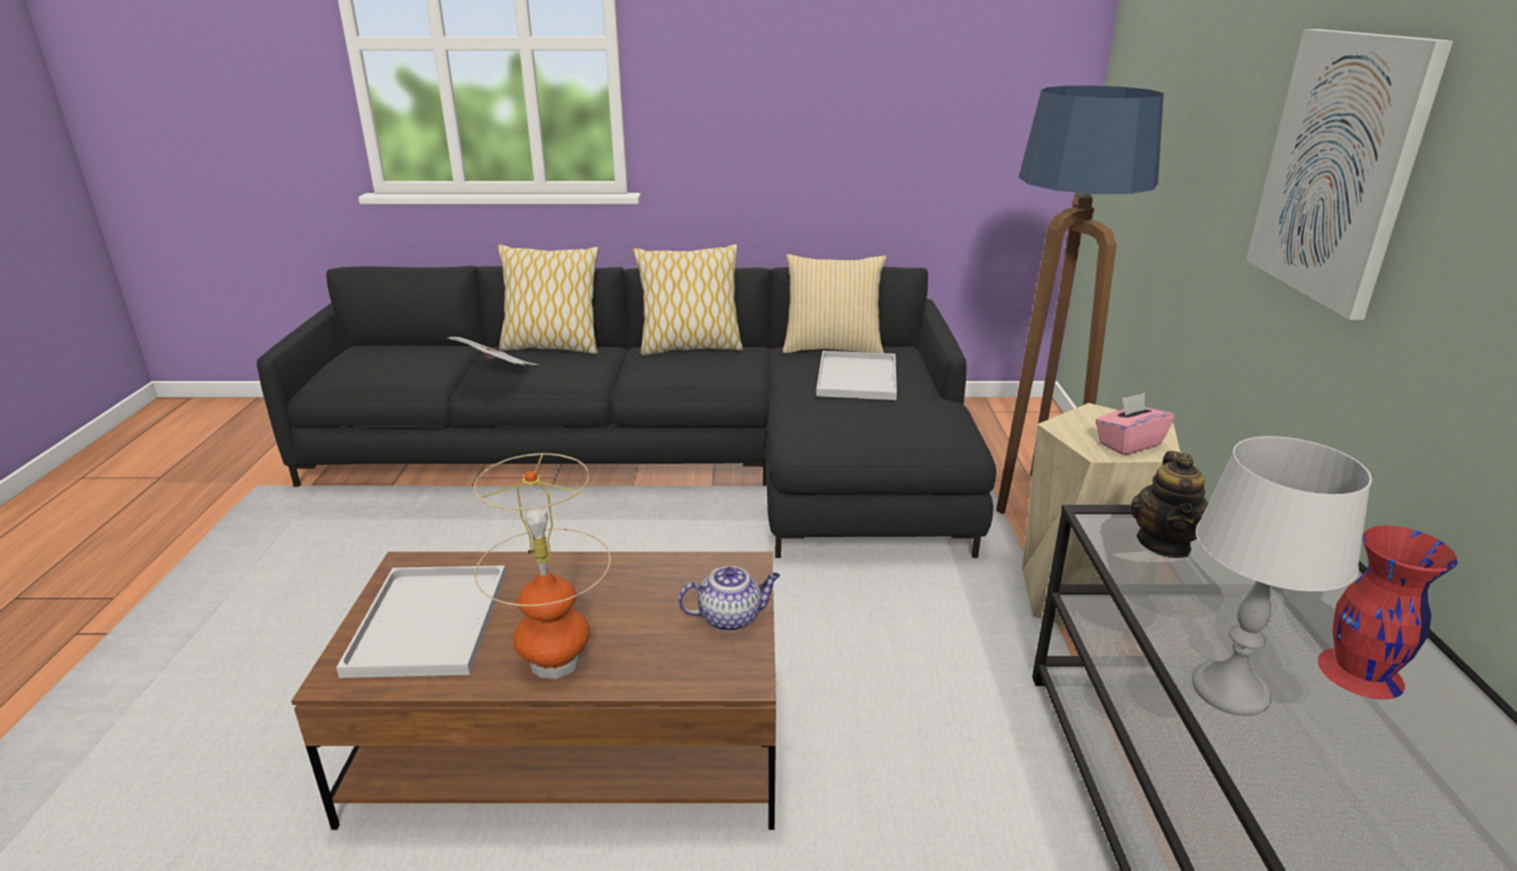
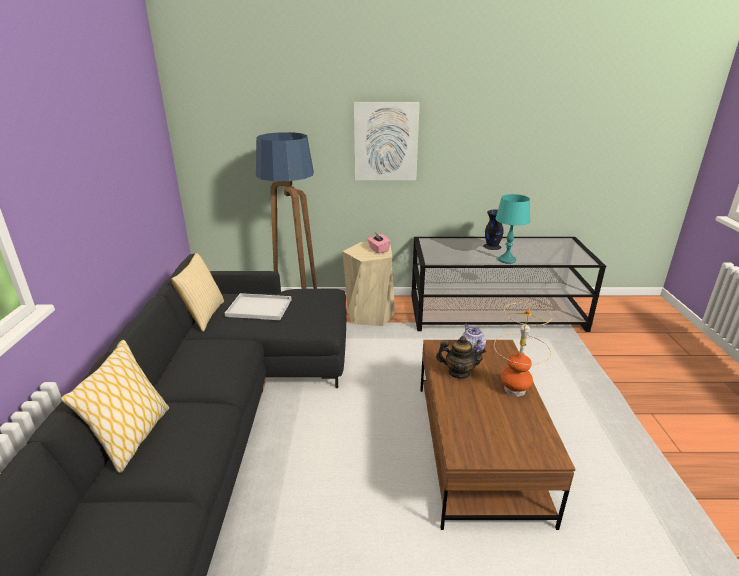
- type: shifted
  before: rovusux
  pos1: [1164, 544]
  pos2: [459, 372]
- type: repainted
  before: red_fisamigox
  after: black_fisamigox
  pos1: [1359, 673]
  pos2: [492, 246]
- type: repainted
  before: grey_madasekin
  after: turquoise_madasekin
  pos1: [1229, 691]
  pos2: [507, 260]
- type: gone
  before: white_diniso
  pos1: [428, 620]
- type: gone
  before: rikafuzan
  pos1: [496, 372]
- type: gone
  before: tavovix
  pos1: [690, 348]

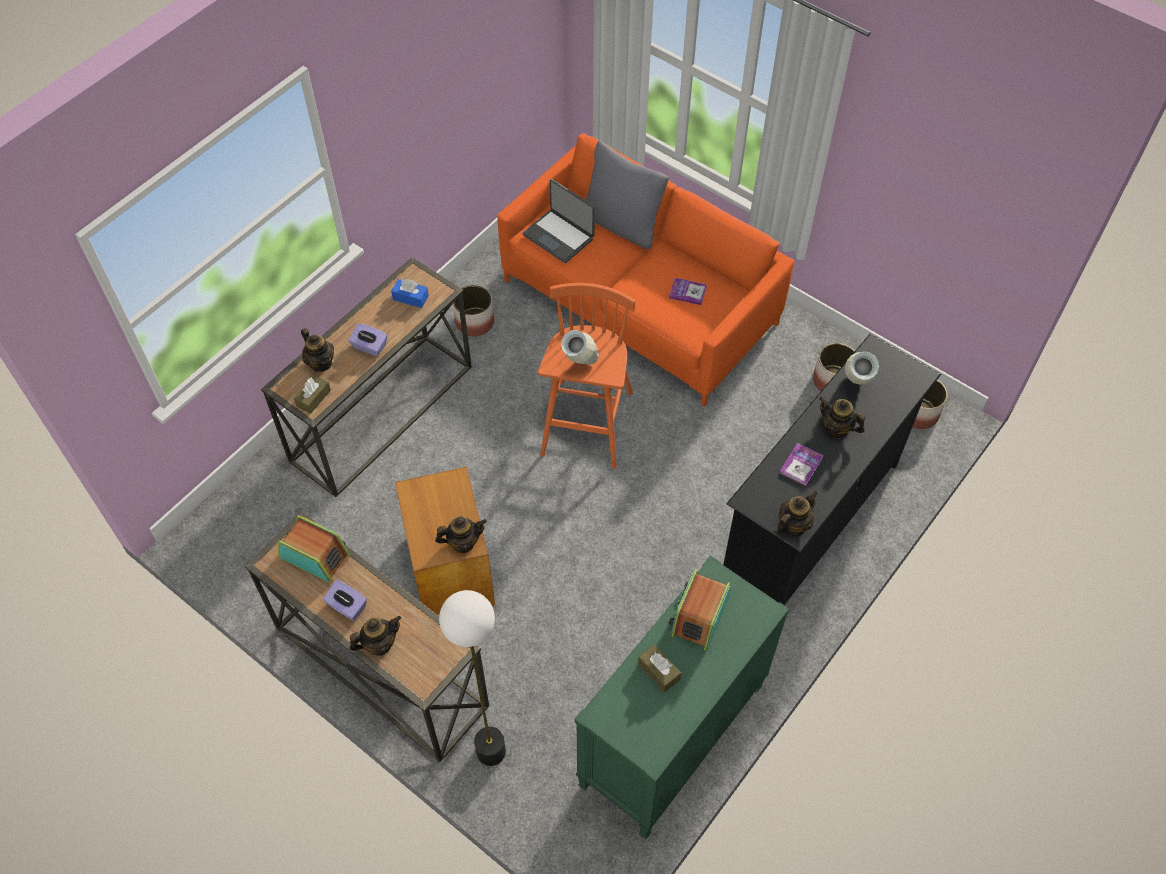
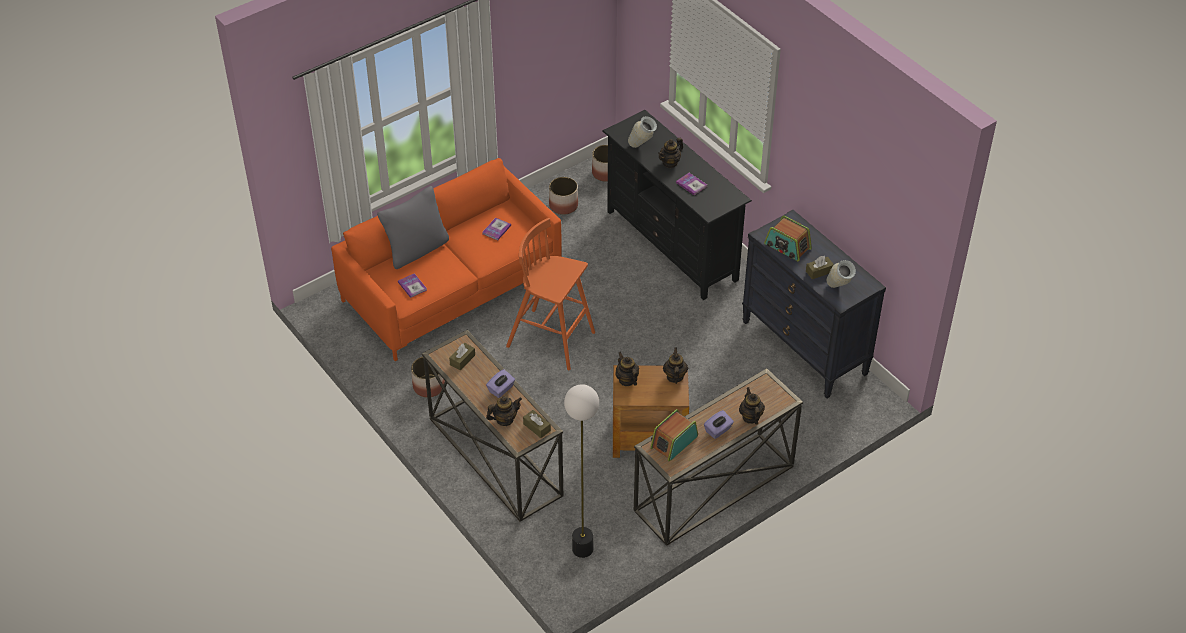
- type: swapped
  before: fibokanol
  after: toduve
  pos1: [559, 236]
  pos2: [412, 286]
- type: repainted
  before: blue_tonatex
  after: brown_tonatex
  pos1: [410, 298]
  pos2: [462, 360]
- type: shifted
  before: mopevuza
  pos1: [491, 751]
  pos2: [582, 548]
- type: shifted
  before: rovusux
  pos1: [792, 525]
  pos2: [627, 380]
- type: repainted
  before: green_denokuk
  after: black_denokuk
  pos1: [671, 738]
  pos2: [805, 348]
- type: shifted
  before: fisamigox
  pos1: [579, 366]
  pos2: [838, 290]

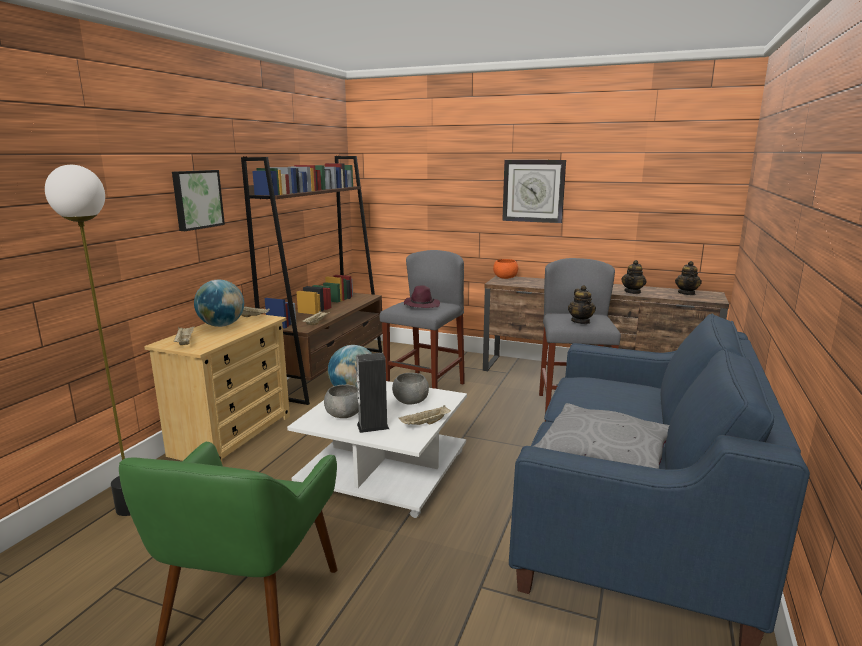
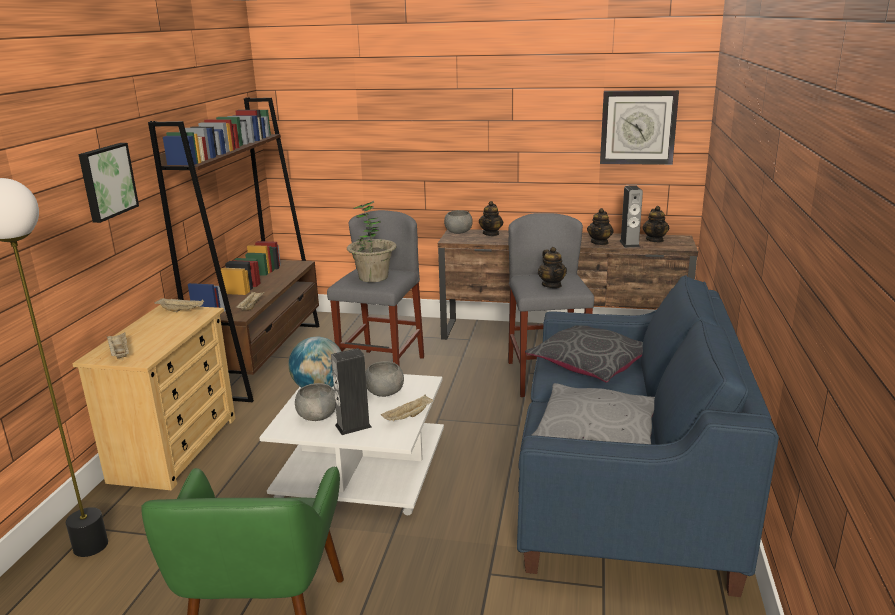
- type: swapped
  before: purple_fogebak
  after: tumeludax
  pos1: [421, 305]
  pos2: [373, 277]
- type: repainted
  before: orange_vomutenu
  after: grey_vomutenu
  pos1: [505, 277]
  pos2: [458, 232]
- type: new
  after: rovusux
  pos2: [491, 234]
- type: new
  after: grey_tavovix
  pos2: [591, 363]
- type: shifted
  before: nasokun
  pos1: [533, 191]
  pos2: [638, 127]
- type: new
  after: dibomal
  pos2: [629, 244]
- type: gone
  before: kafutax
  pos1: [222, 325]

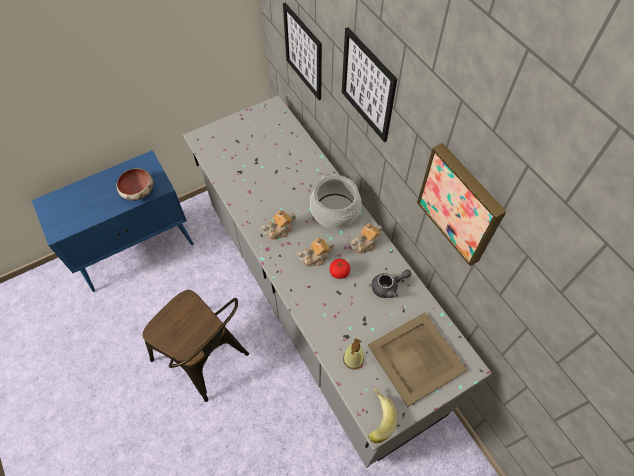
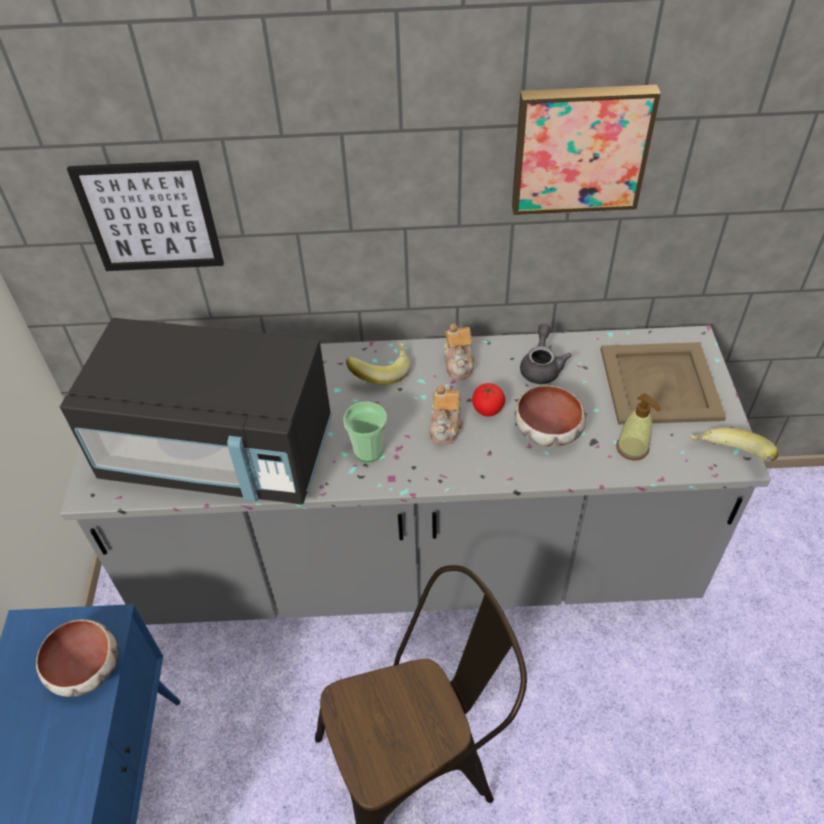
- type: new
  after: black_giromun
  pos2: [220, 454]
- type: swapped
  before: rovusux
  after: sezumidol
  pos1: [279, 230]
  pos2: [368, 451]
- type: swapped
  before: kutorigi
  after: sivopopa
  pos1: [335, 211]
  pos2: [381, 372]
- type: new
  after: vomutenu
  pos2: [549, 431]
- type: gone
  before: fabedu
  pos1: [368, 85]

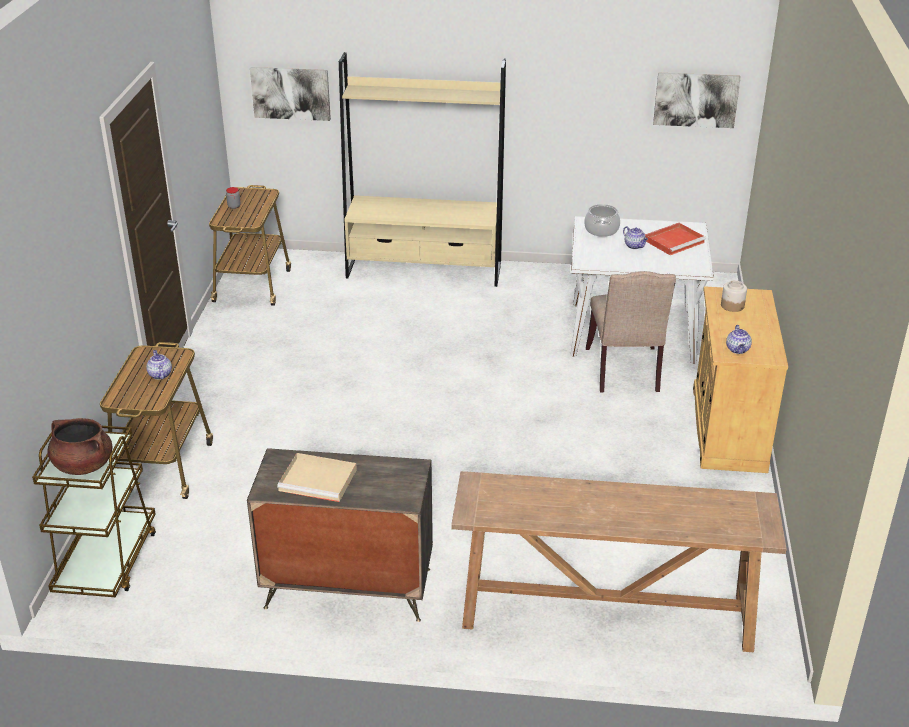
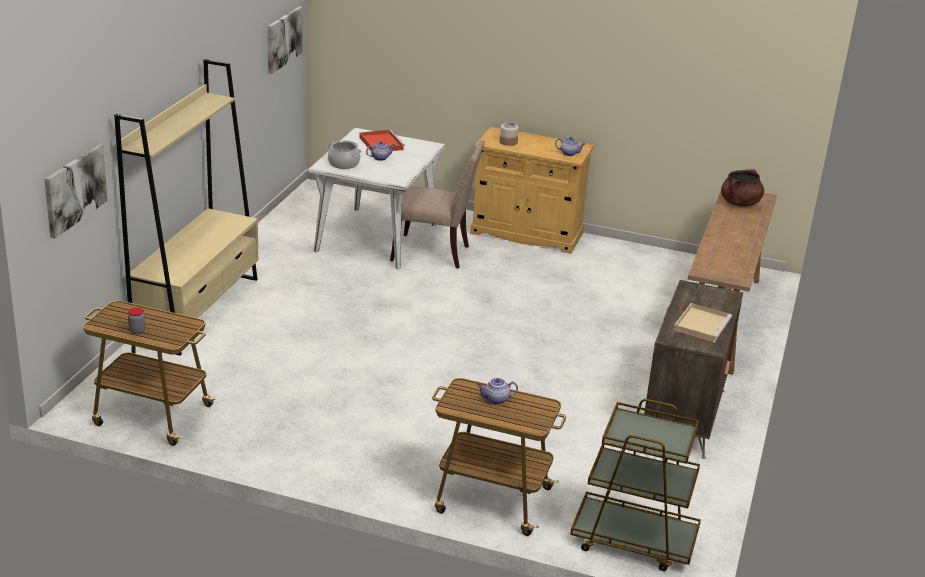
- type: shifted
  before: brown_kutorigi
  pos1: [83, 465]
  pos2: [740, 203]

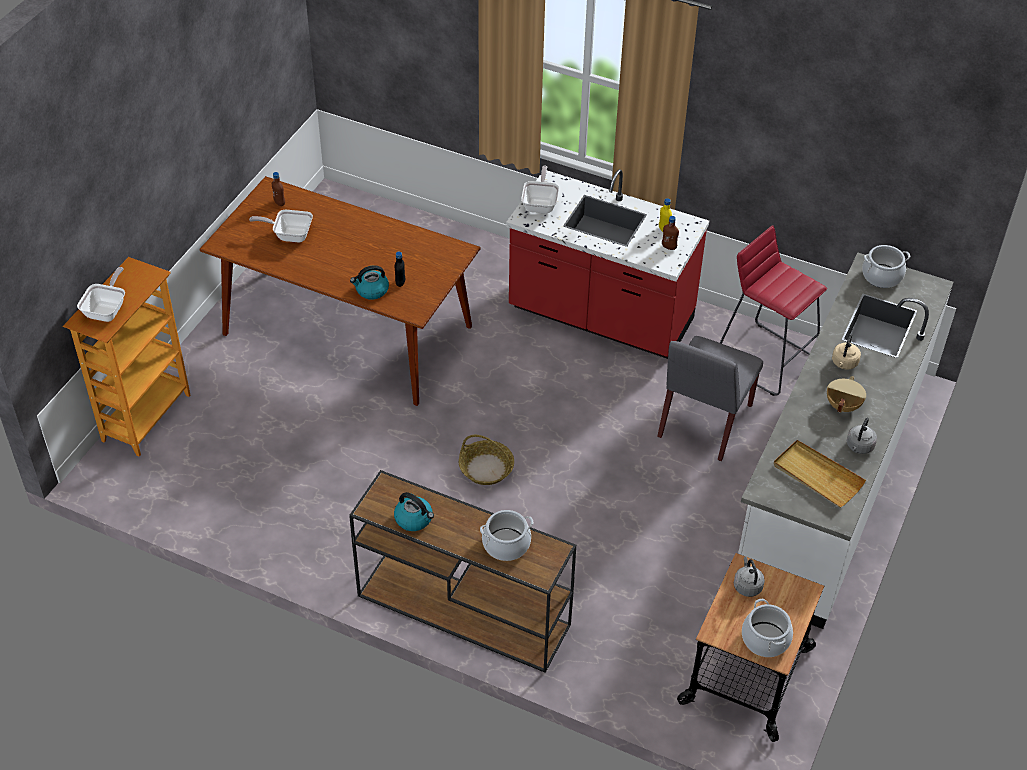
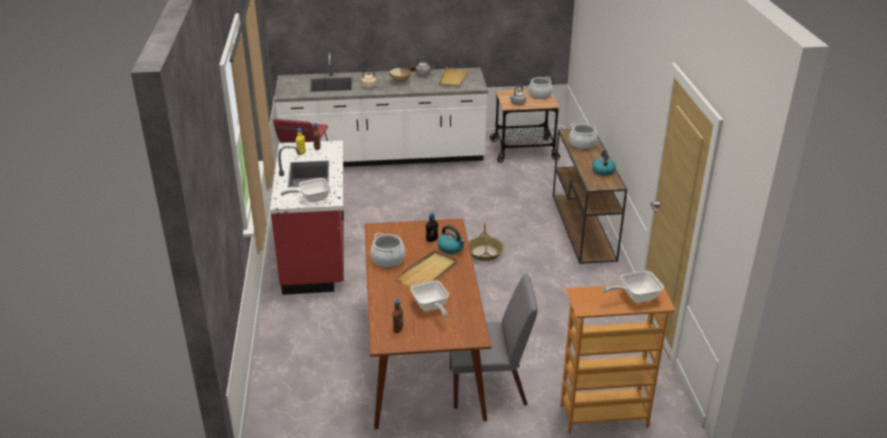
- type: shifted
  before: kutorigi
  pos1: [881, 276]
  pos2: [388, 260]
- type: new
  after: beige_diniso
  pos2: [428, 272]
- type: shifted
  before: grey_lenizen
  pos1: [704, 422]
  pos2: [489, 386]

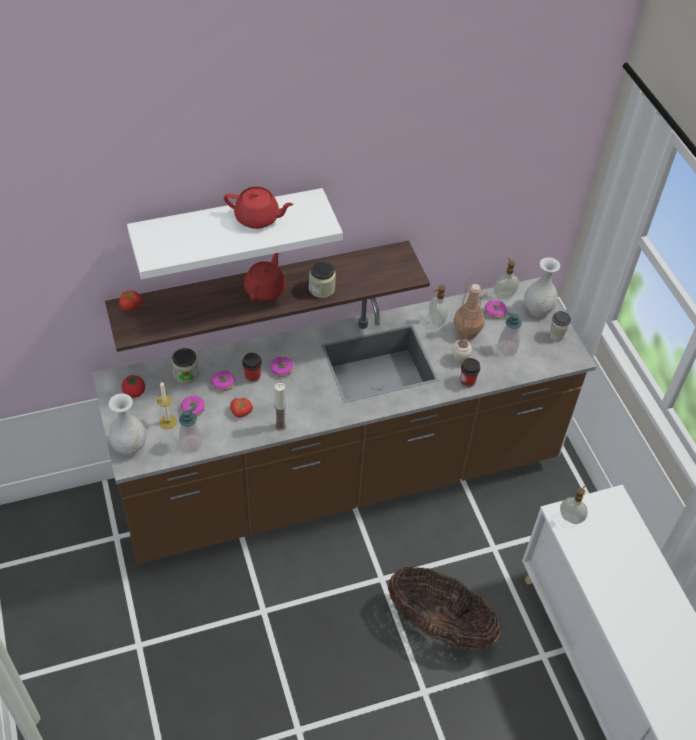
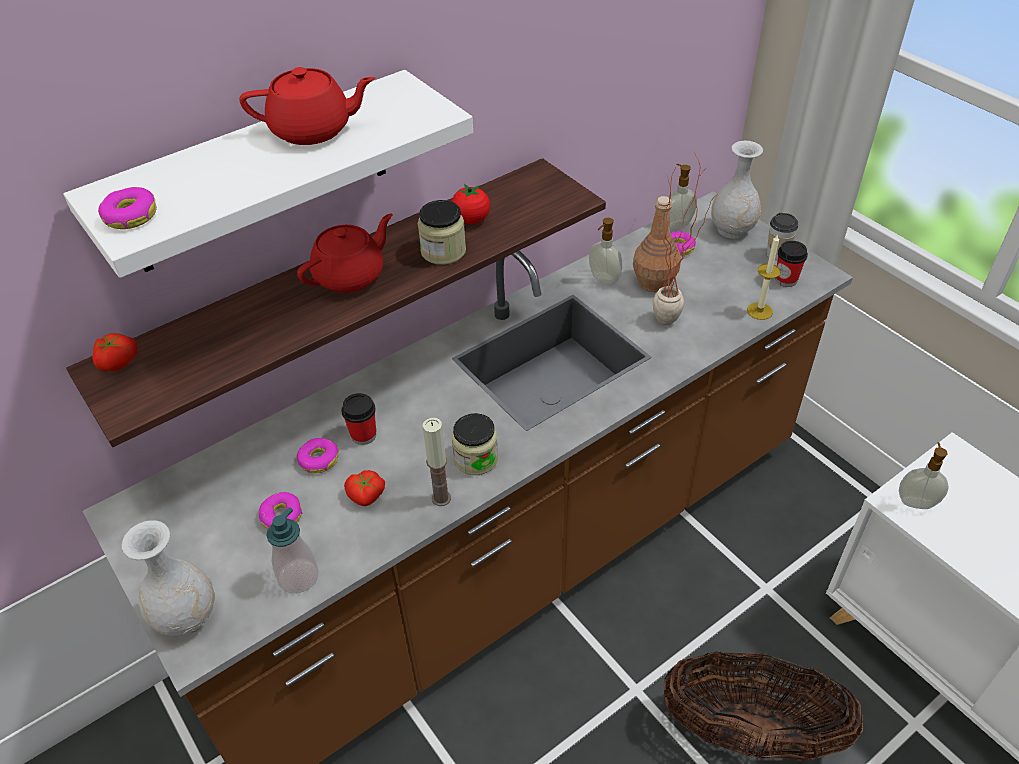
- type: shifted
  before: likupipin
  pos1: [281, 369]
  pos2: [130, 216]
- type: rotated
  before: red_rovusux
  pos1: [265, 289]
  pos2: [351, 276]
  turn: 45
- type: shifted
  before: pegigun
  pos1: [134, 392]
  pos2: [471, 220]
- type: shifted
  before: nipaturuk
  pos1: [186, 373]
  pos2: [476, 459]
- type: shifted
  before: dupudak
  pos1: [168, 422]
  pos2: [759, 311]
- type: shifted
  before: sezumidol
  pos1: [467, 381]
  pos2: [786, 280]
- type: gone
  before: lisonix
  pos1: [507, 348]

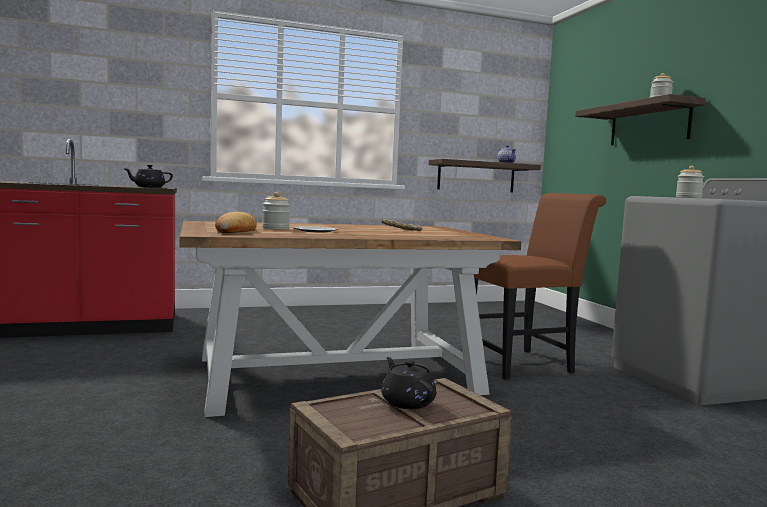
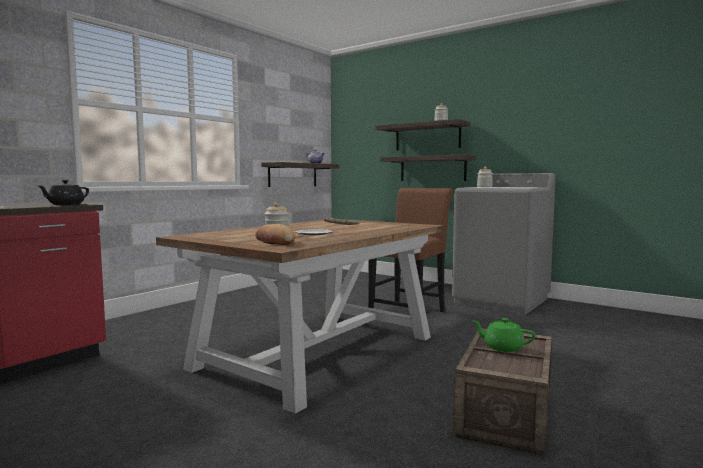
- type: new
  after: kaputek
  pos2: [432, 169]
- type: repainted
  before: black_rovusux
  after: green_rovusux
  pos1: [407, 402]
  pos2: [502, 347]

